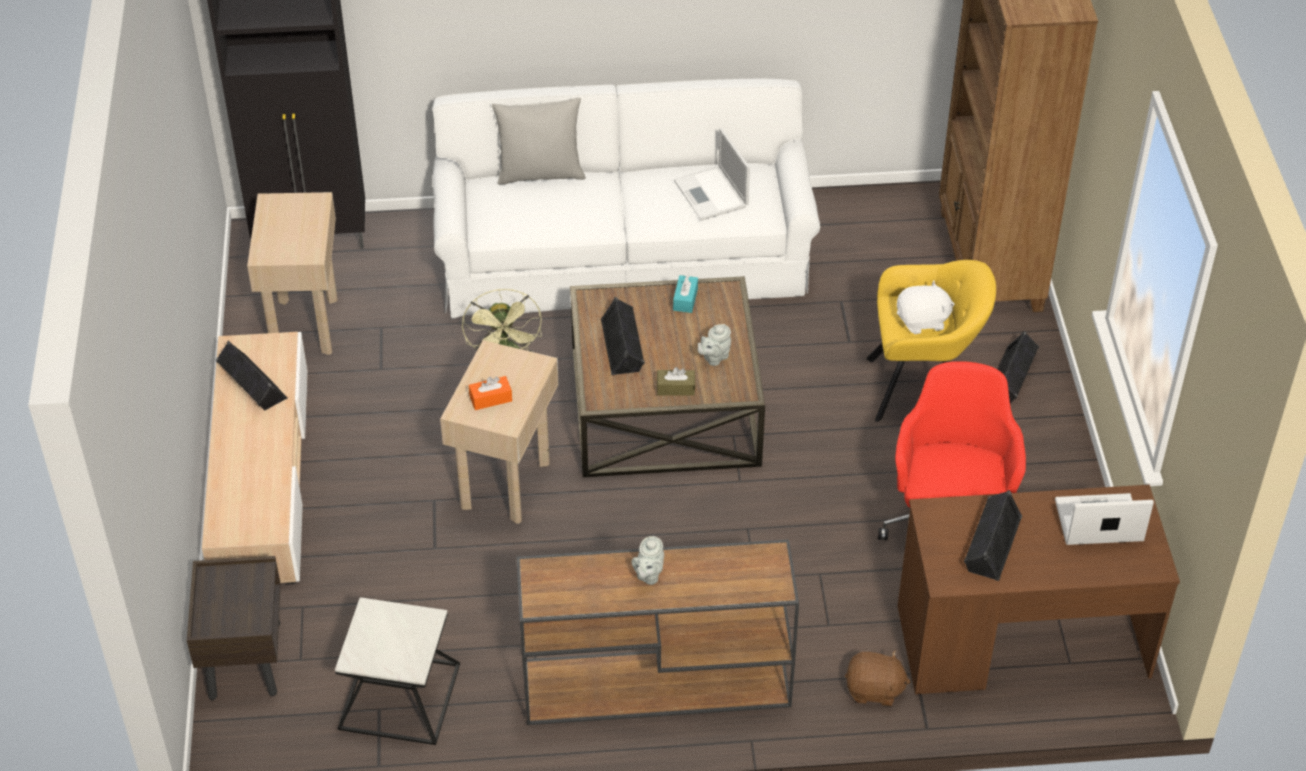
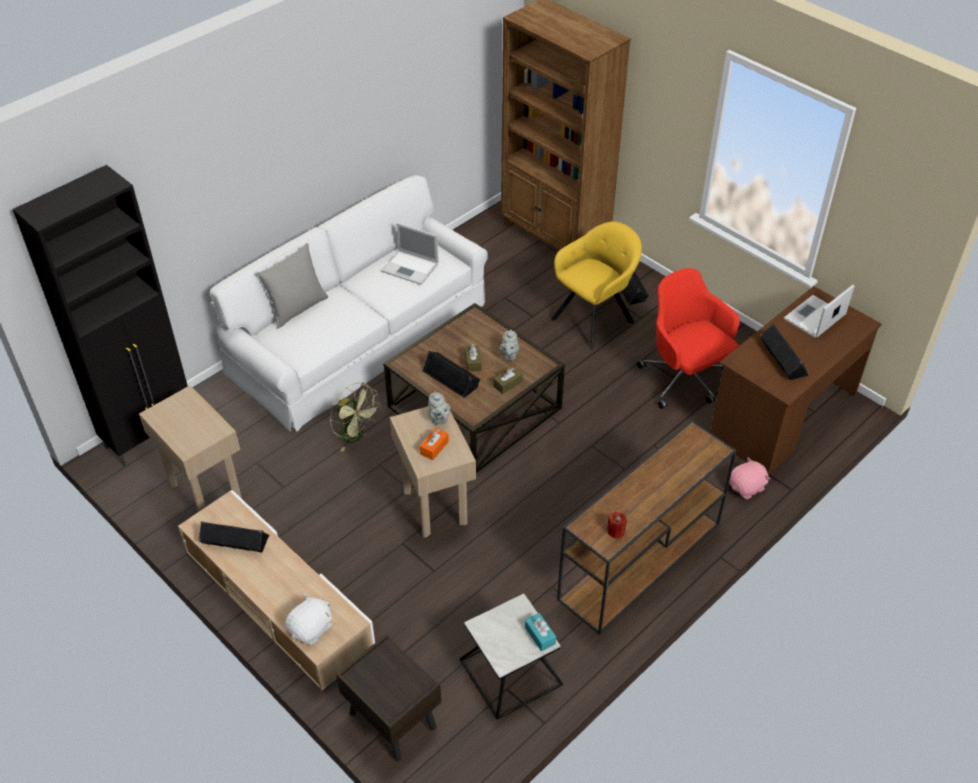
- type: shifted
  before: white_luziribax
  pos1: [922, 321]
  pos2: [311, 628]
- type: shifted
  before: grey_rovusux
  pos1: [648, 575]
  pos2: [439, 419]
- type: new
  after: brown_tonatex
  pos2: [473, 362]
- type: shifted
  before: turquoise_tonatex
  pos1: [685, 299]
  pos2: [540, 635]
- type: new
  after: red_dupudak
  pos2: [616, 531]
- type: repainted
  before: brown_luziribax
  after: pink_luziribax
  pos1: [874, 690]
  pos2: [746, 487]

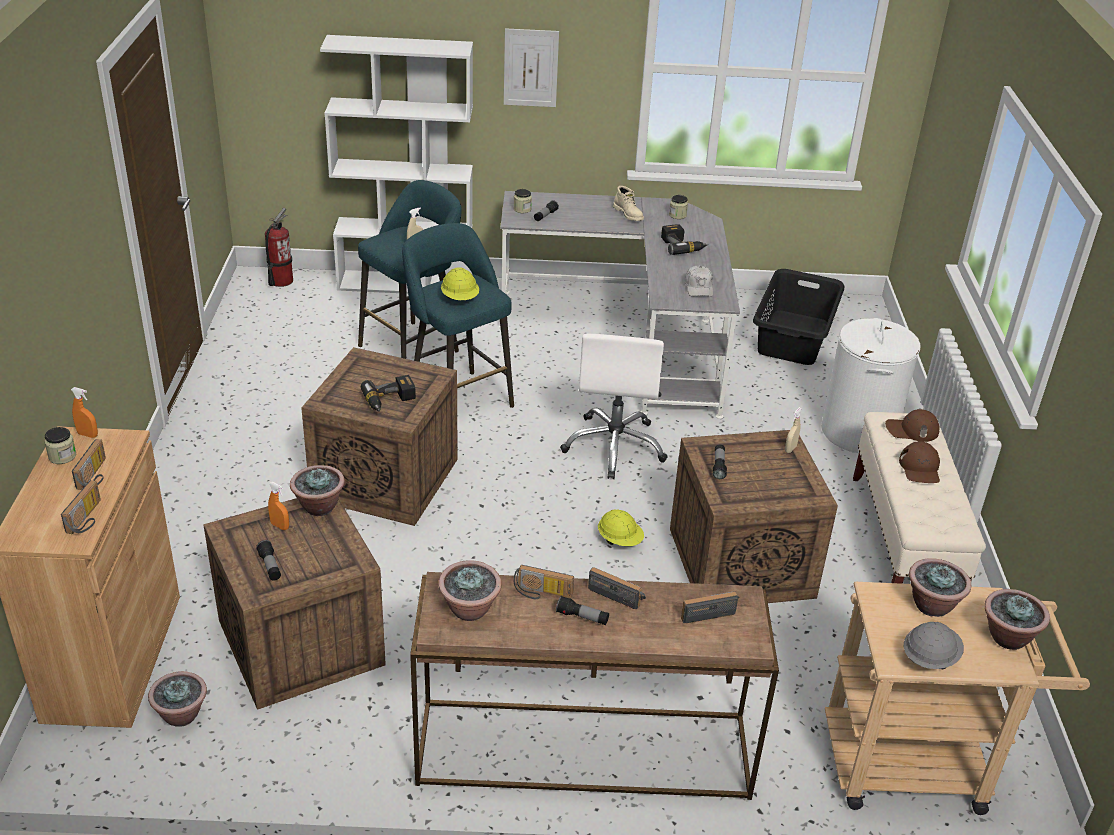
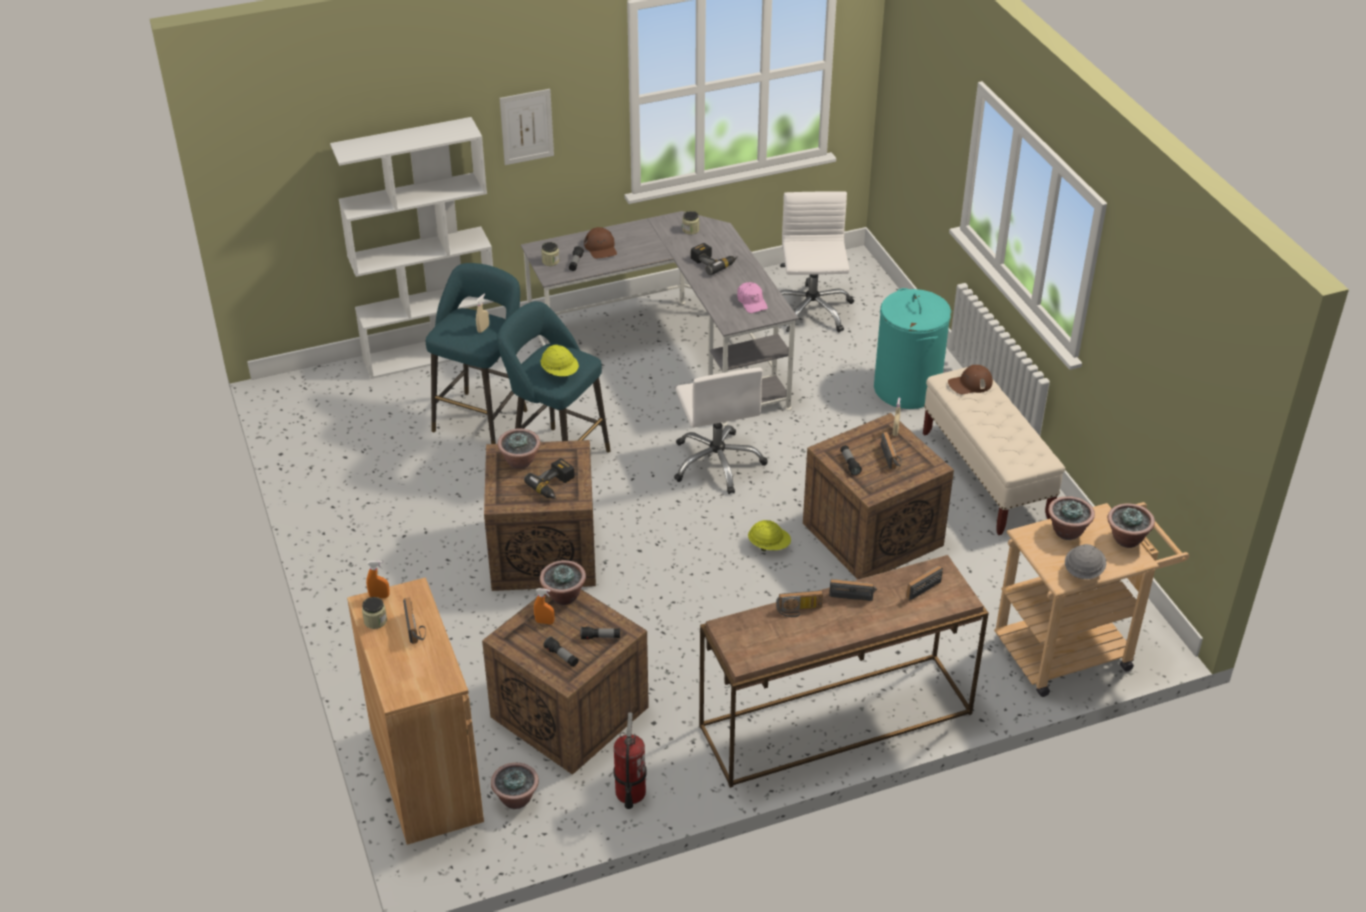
- type: shifted
  before: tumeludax
  pos1: [470, 610]
  pos2: [520, 462]
- type: shifted
  before: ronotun
  pos1: [582, 617]
  pos2: [600, 637]
- type: shifted
  before: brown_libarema
  pos1: [920, 468]
  pos2: [601, 248]
- type: shifted
  before: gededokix
  pos1: [280, 281]
  pos2: [630, 792]
- type: repainted
  before: white_libarema
  after: pink_libarema
  pos1: [699, 287]
  pos2: [752, 302]
- type: swapped
  before: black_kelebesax
  after: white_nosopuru
  pos1: [794, 337]
  pos2: [811, 310]
- type: repainted
  before: white_kelebesax
  after: turquoise_kelebesax
  pos1: [859, 432]
  pos2: [907, 388]
- type: shifted
  before: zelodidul
  pos1: [87, 518]
  pos2: [892, 457]
- type: gone
  before: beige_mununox
  pos1: [629, 214]

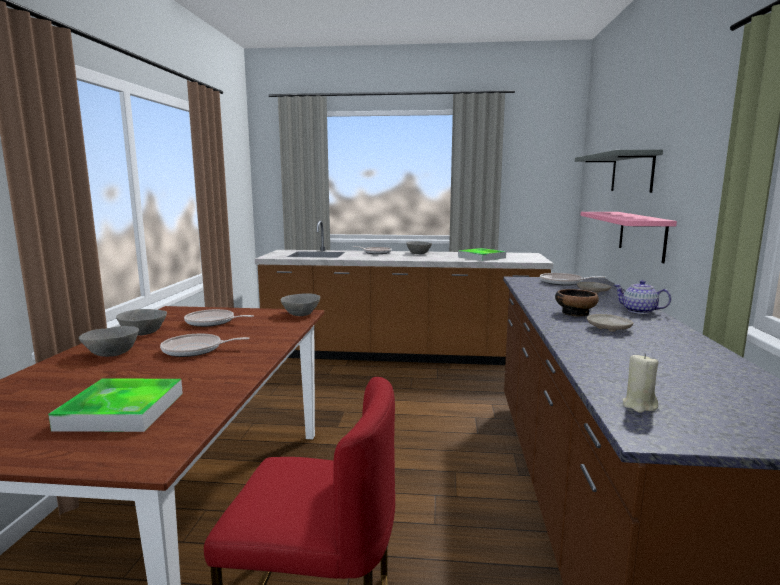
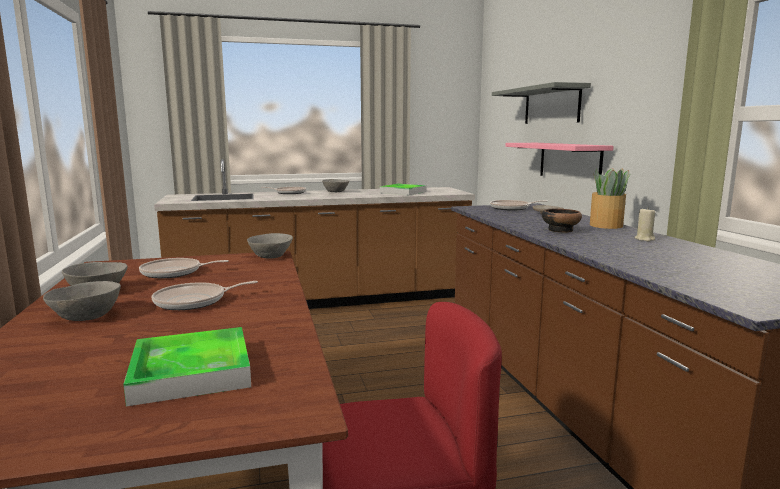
- type: swapped
  before: rovusux
  after: tumeludax
  pos1: [639, 311]
  pos2: [606, 225]
- type: shifted
  before: beige_dupudak
  pos1: [639, 406]
  pos2: [644, 239]
- type: gone
  before: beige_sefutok
  pos1: [609, 328]

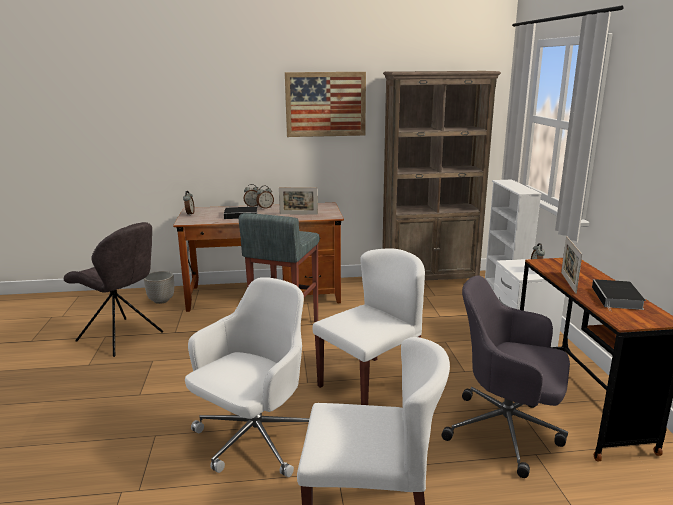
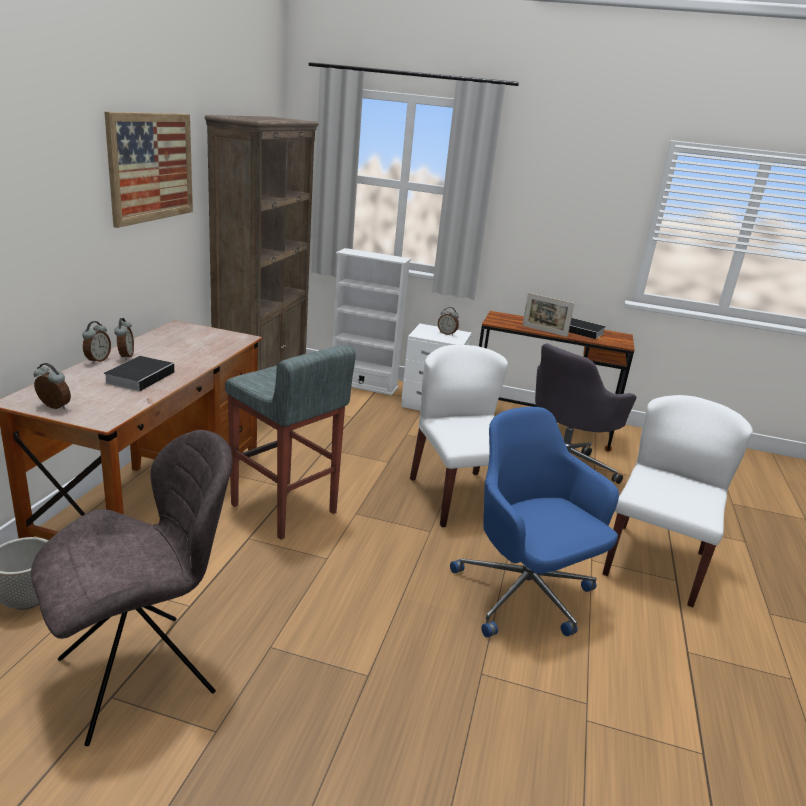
- type: repainted
  before: white_nosopuru
  after: blue_nosopuru
  pos1: [254, 440]
  pos2: [525, 595]
- type: gone
  before: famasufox
  pos1: [298, 214]

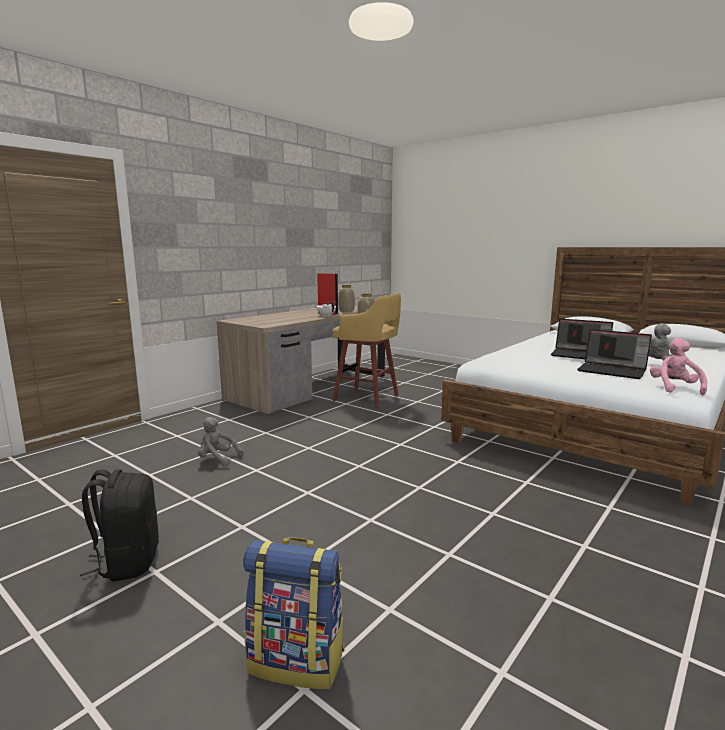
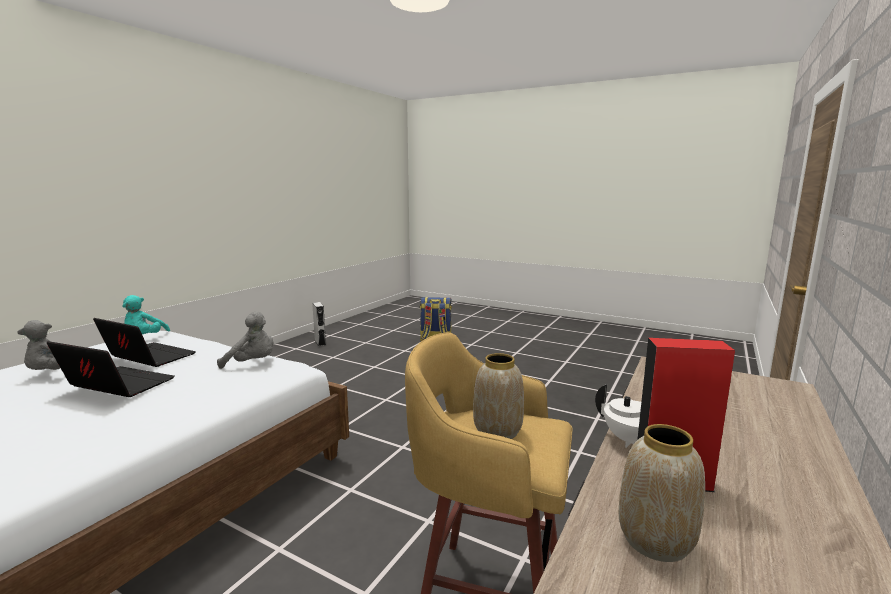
- type: repainted
  before: pink_luziribax
  after: turquoise_luziribax
  pos1: [674, 388]
  pos2: [144, 338]
- type: shifted
  before: grey_luziribax
  pos1: [217, 459]
  pos2: [252, 363]
- type: new
  after: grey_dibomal
  pos2: [320, 342]
- type: gone
  before: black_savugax
  pos1: [128, 562]

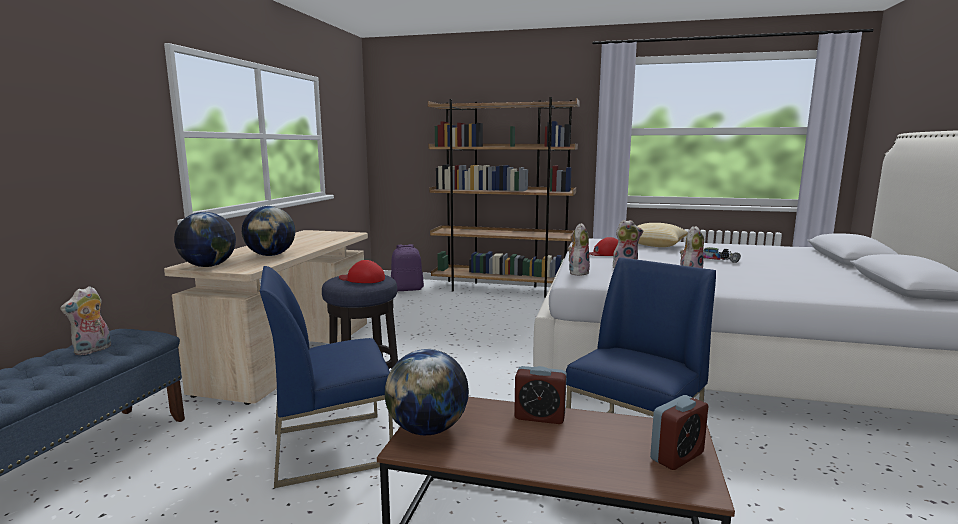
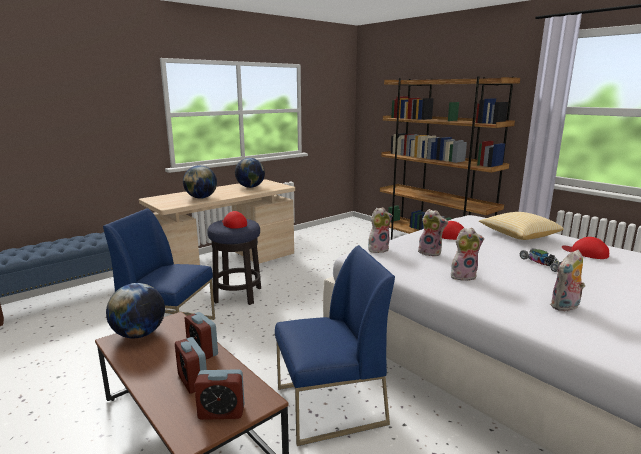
- type: new
  after: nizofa
  pos2: [192, 381]
- type: shifted
  before: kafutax
  pos1: [208, 266]
  pos2: [250, 187]
- type: shifted
  before: luziribax
  pos1: [93, 350]
  pos2: [565, 307]
- type: new
  after: red_libarema
  pos2: [585, 252]
- type: gone
  before: purple_savugax
  pos1: [407, 289]

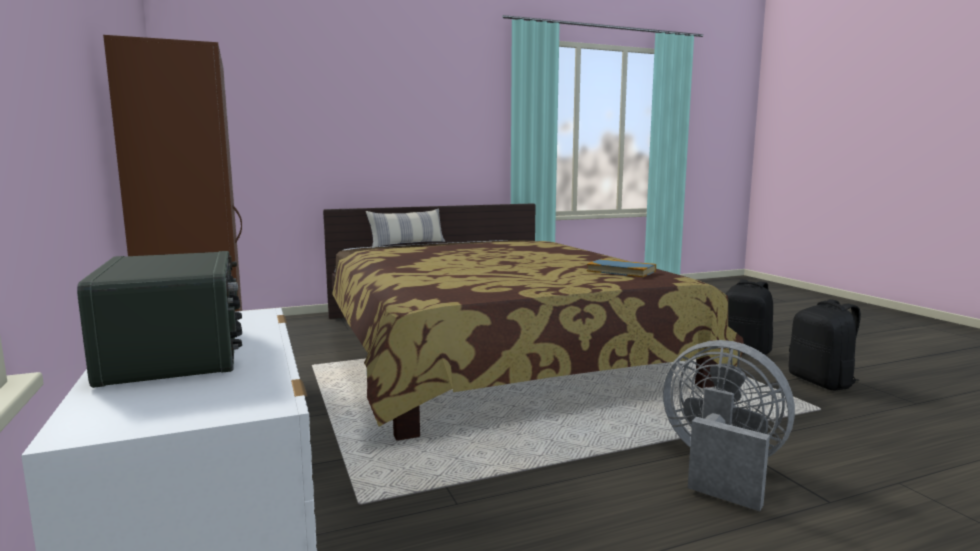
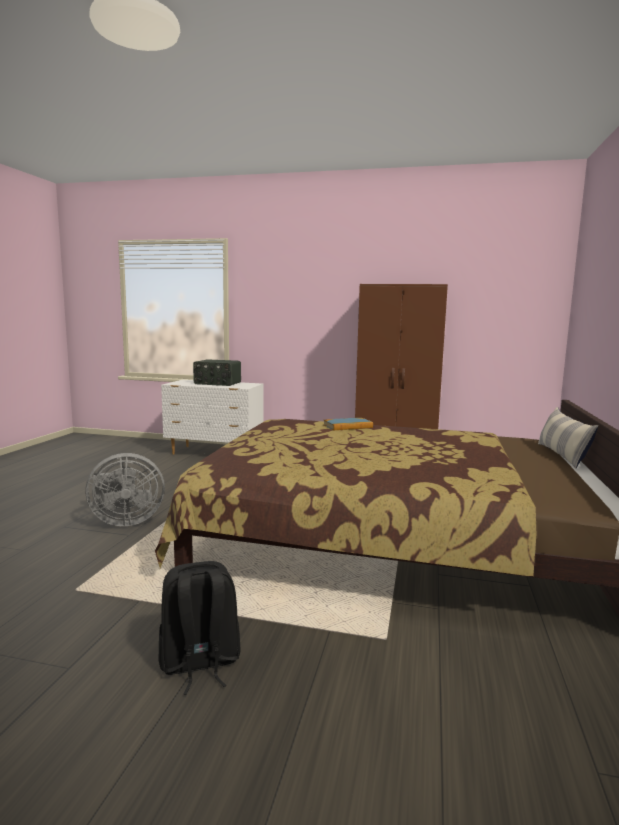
- type: shifted
  before: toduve
  pos1: [621, 271]
  pos2: [348, 426]
- type: gone
  before: black_savugax
  pos1: [822, 382]

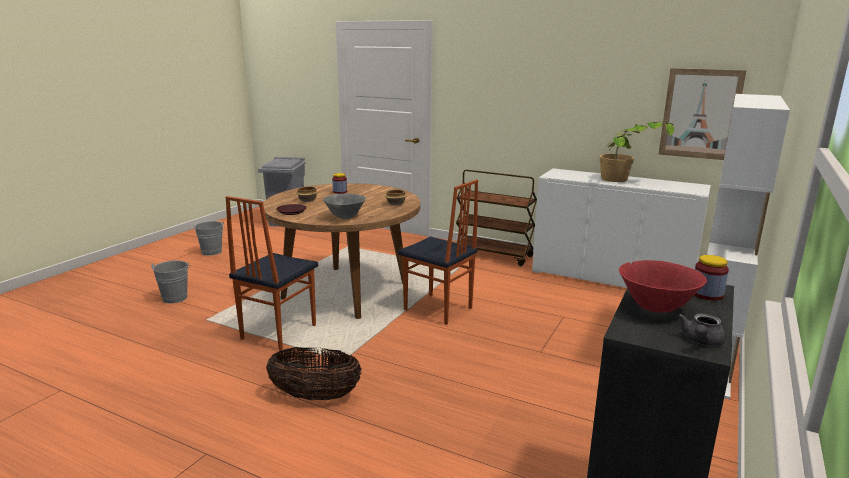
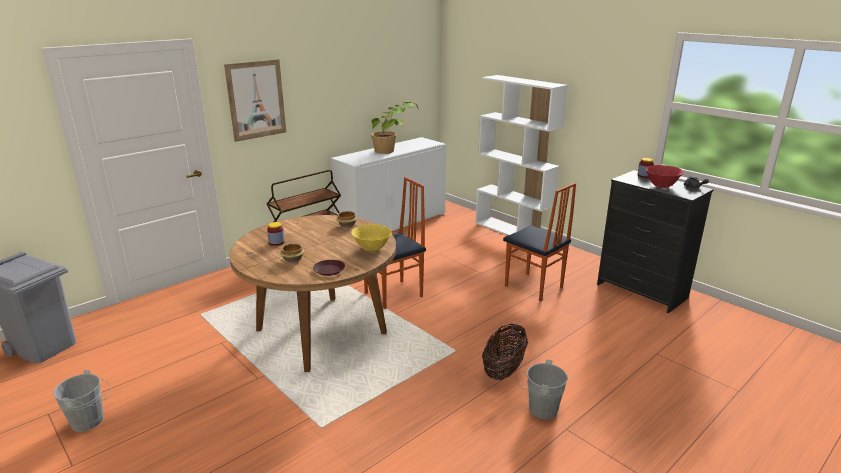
- type: shifted
  before: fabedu
  pos1: [700, 114]
  pos2: [256, 100]
- type: repainted
  before: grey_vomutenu
  after: yellow_vomutenu
  pos1: [345, 217]
  pos2: [372, 249]
- type: shifted
  before: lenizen
  pos1: [277, 332]
  pos2: [533, 287]
- type: shifted
  before: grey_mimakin
  pos1: [176, 297]
  pos2: [539, 408]

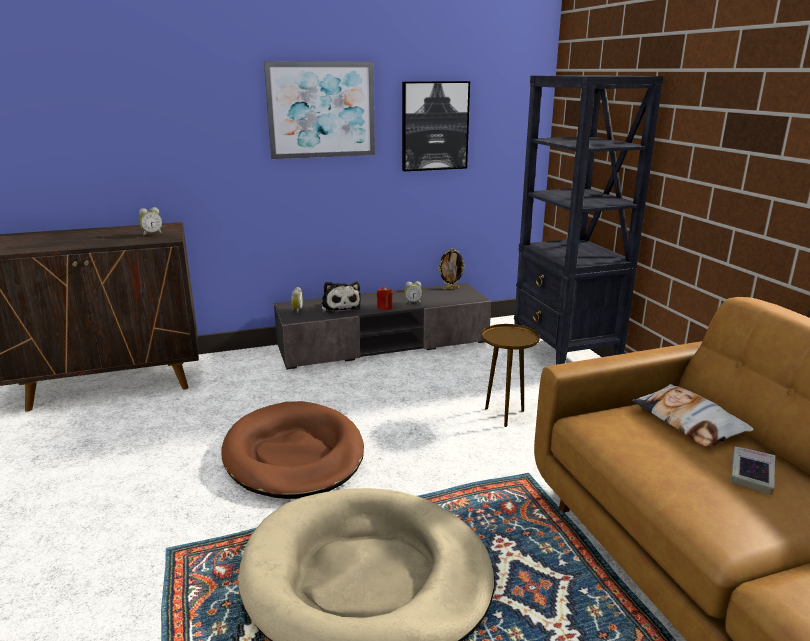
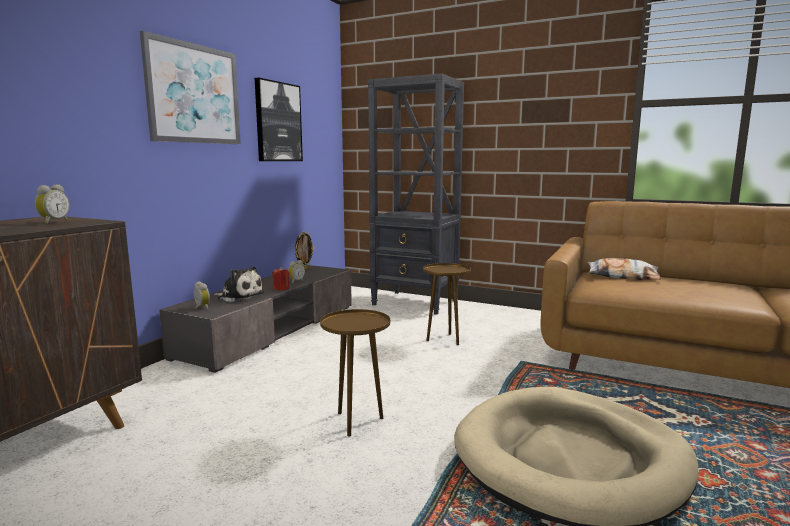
- type: swapped
  before: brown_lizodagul
  after: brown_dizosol
  pos1: [294, 455]
  pos2: [357, 422]
- type: gone
  before: toduve
  pos1: [751, 473]

